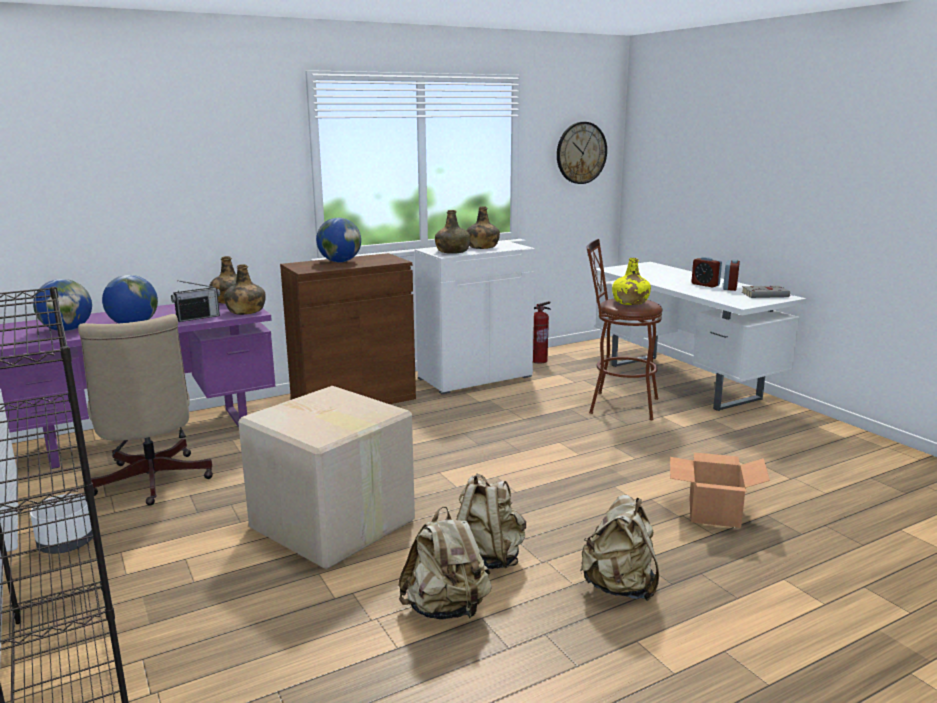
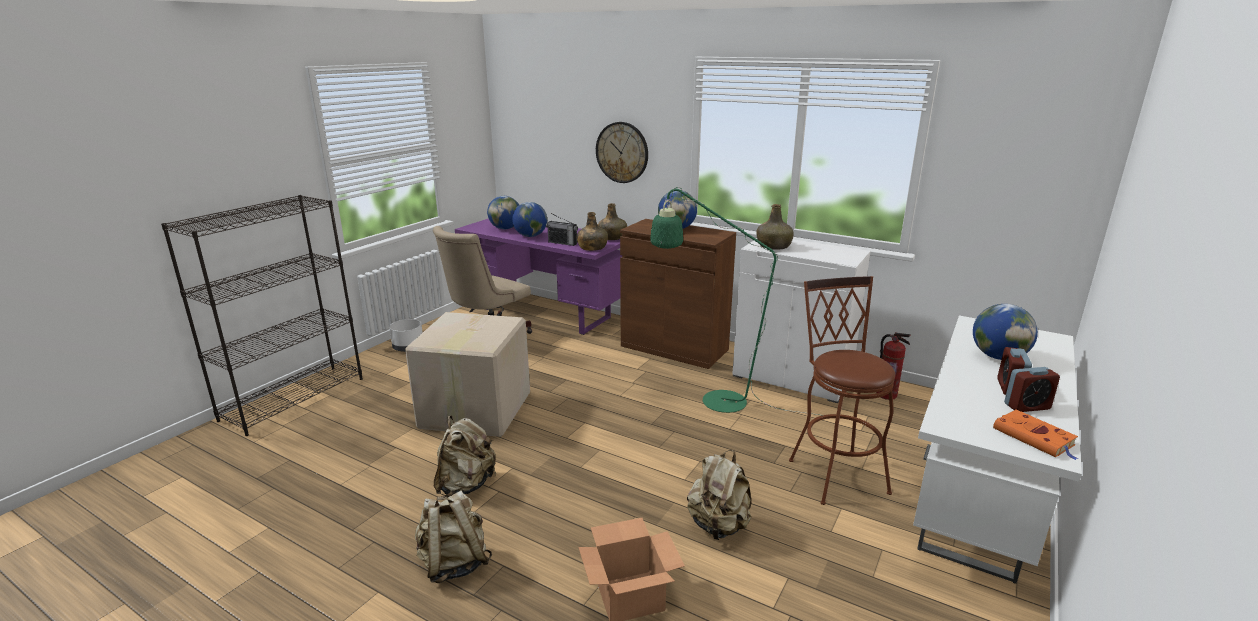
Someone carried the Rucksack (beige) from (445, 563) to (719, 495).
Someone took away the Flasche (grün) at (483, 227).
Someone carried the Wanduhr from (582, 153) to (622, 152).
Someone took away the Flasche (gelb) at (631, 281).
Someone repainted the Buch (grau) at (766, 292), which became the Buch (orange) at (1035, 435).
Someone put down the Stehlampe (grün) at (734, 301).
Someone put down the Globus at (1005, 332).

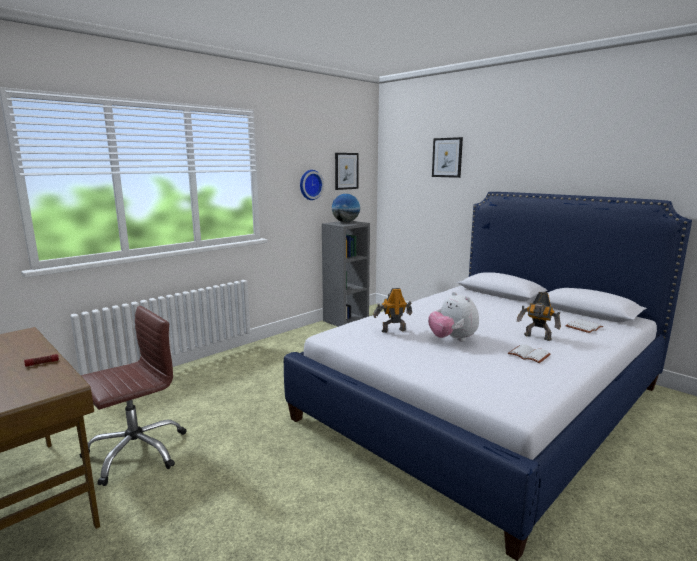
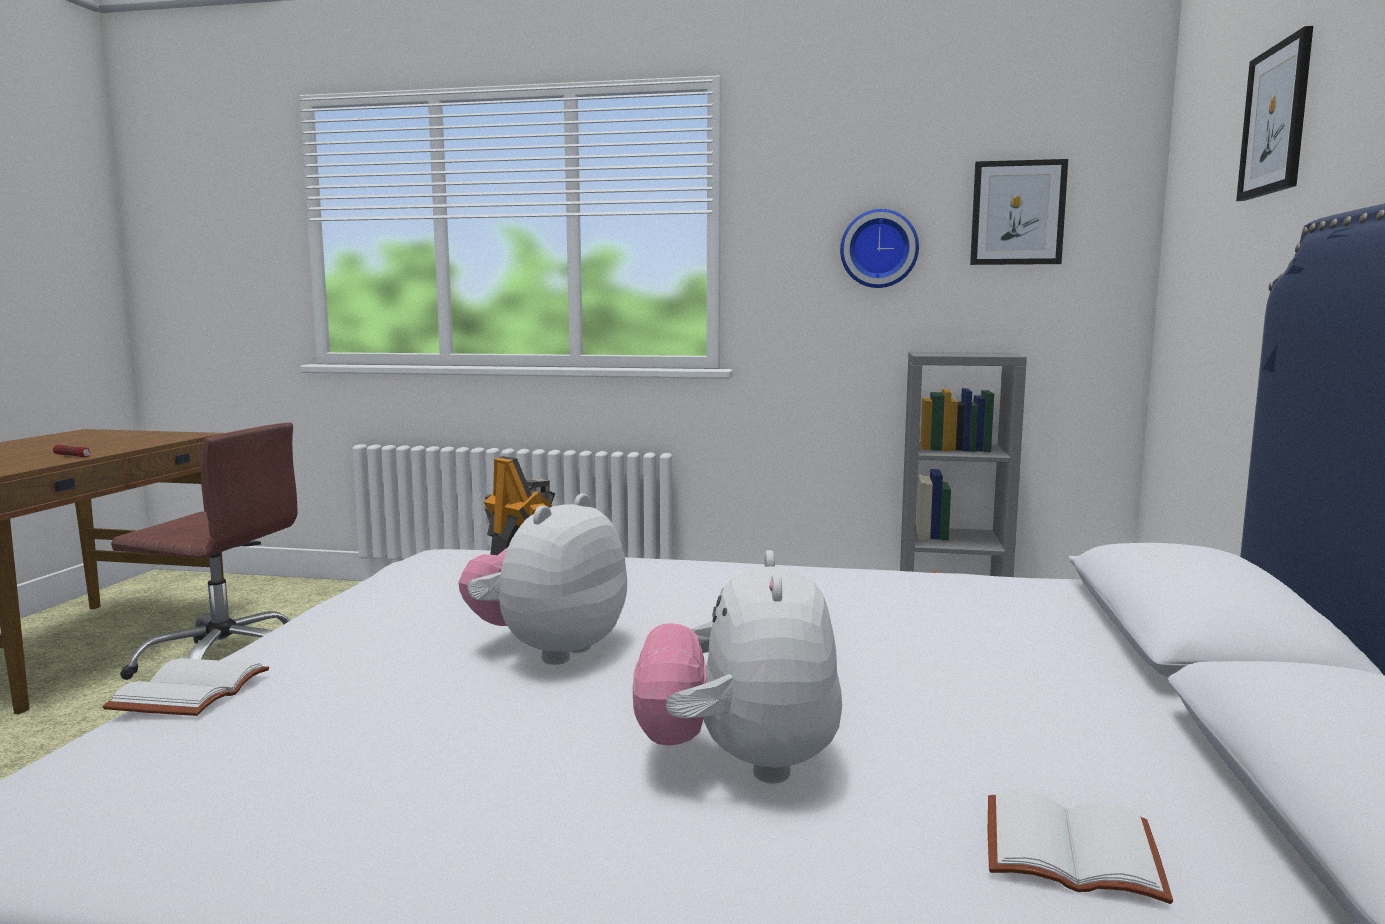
Someone took away the Globus at (346, 208).
Someone carried the Buch (weiß) from (529, 353) to (186, 687).
Someone swapped the Spielzeugroboter at (539, 316) for the Plüschtier at (737, 667).

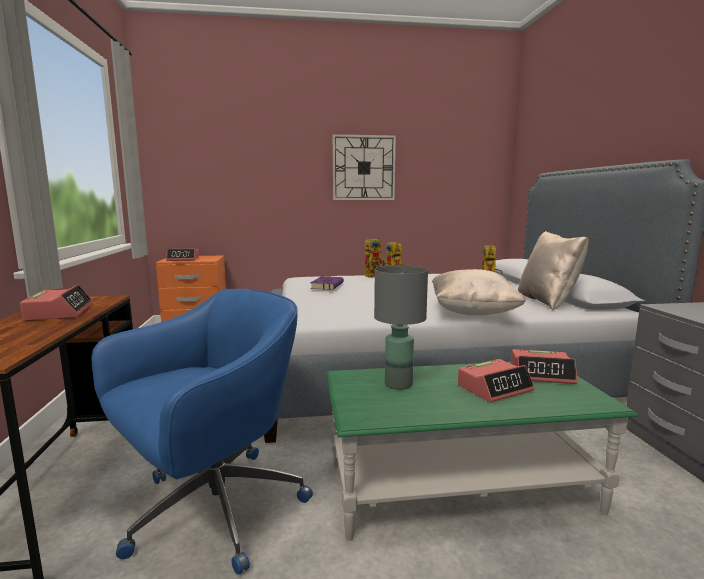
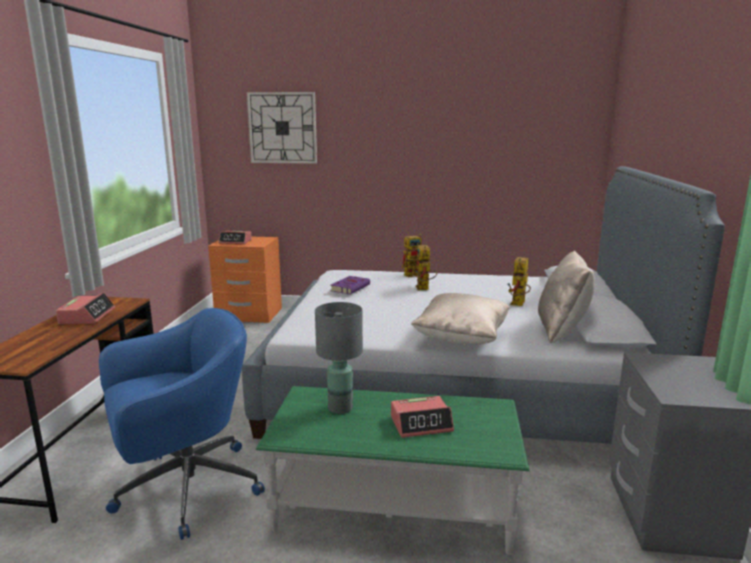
Someone carried the Wanduhr from (364, 167) to (282, 128).
Someone took away the Wecker at (544, 366).

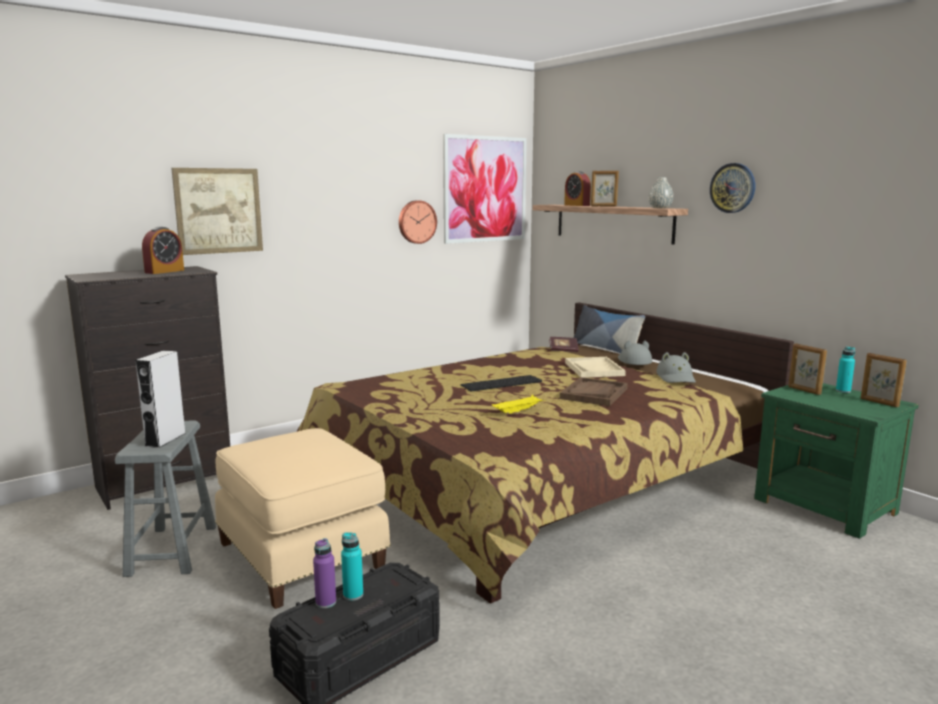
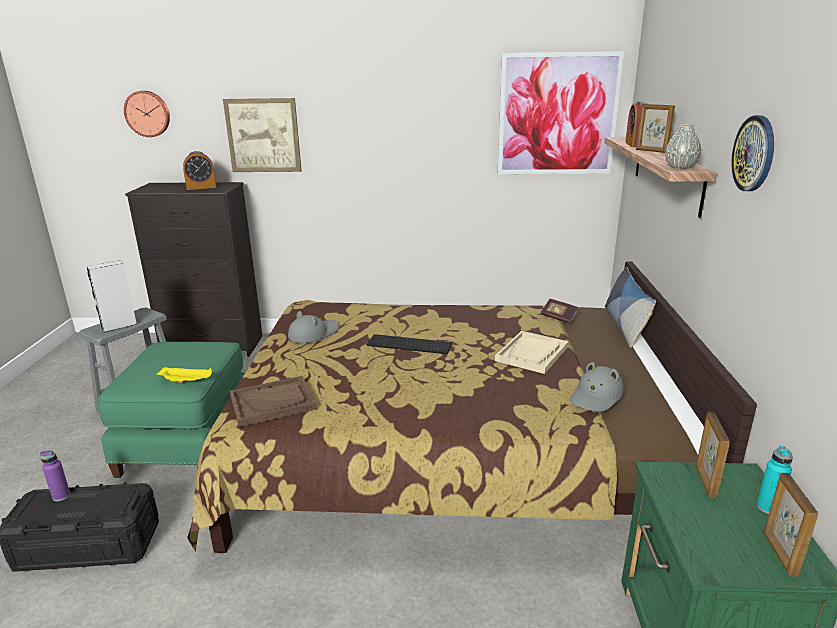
Someone repainted the Polsterhocker (beige) at (303, 518), which became the Polsterhocker (grün) at (171, 410).
Someone took away the Flasche (türkis) at (352, 566).
Someone carried the Wanduhr from (418, 222) to (147, 114).
Someone carried the Tablett (gelb) from (519, 404) to (184, 375).
Someone carried the Tablett (braun) from (594, 391) to (273, 401).
Someone carried the Hut (grau) from (635, 352) to (313, 327).

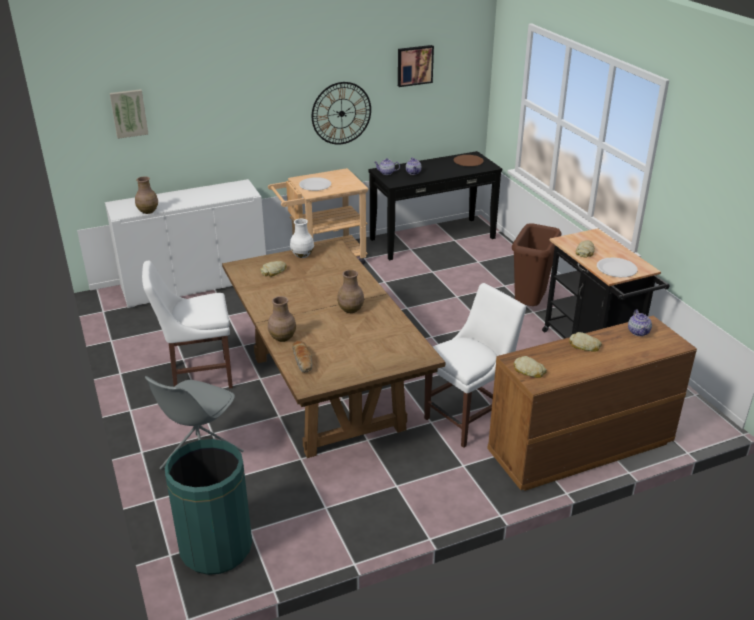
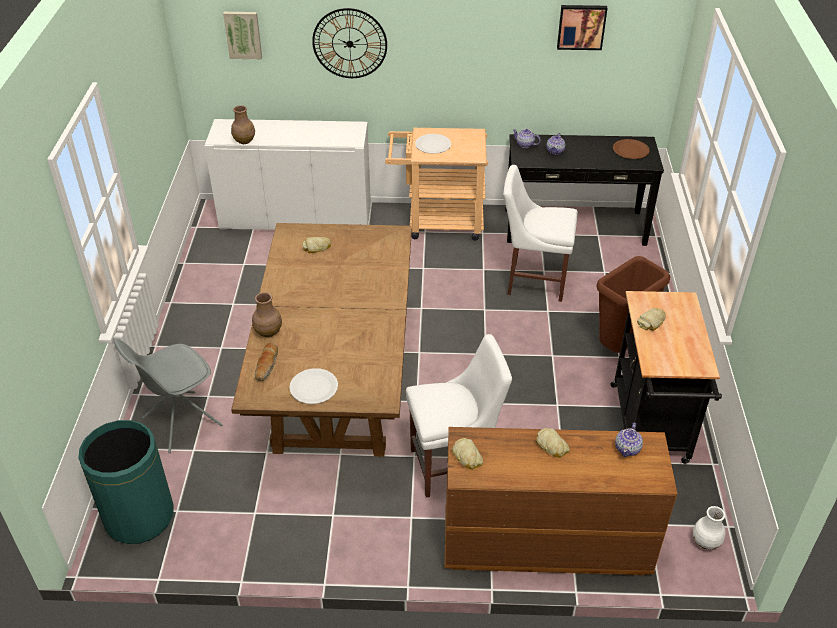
Someone carried the Stuhl (weiß) from (187, 325) to (540, 233).
Someone carried the Vase (weiß) from (302, 238) to (709, 528).
Someone carried the Wanduhr from (341, 113) to (349, 43).
Someone took away the Vase (braun) at (350, 291).
Someone carried the Teller (weiß) from (617, 267) to (313, 386).

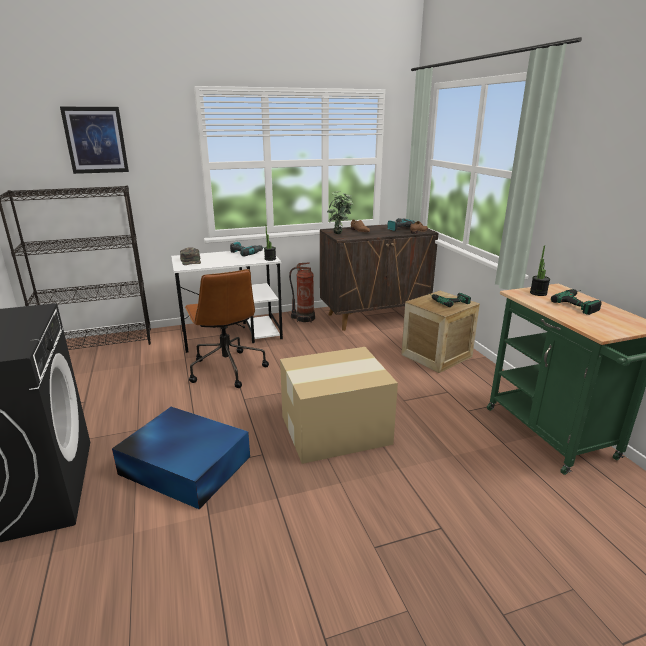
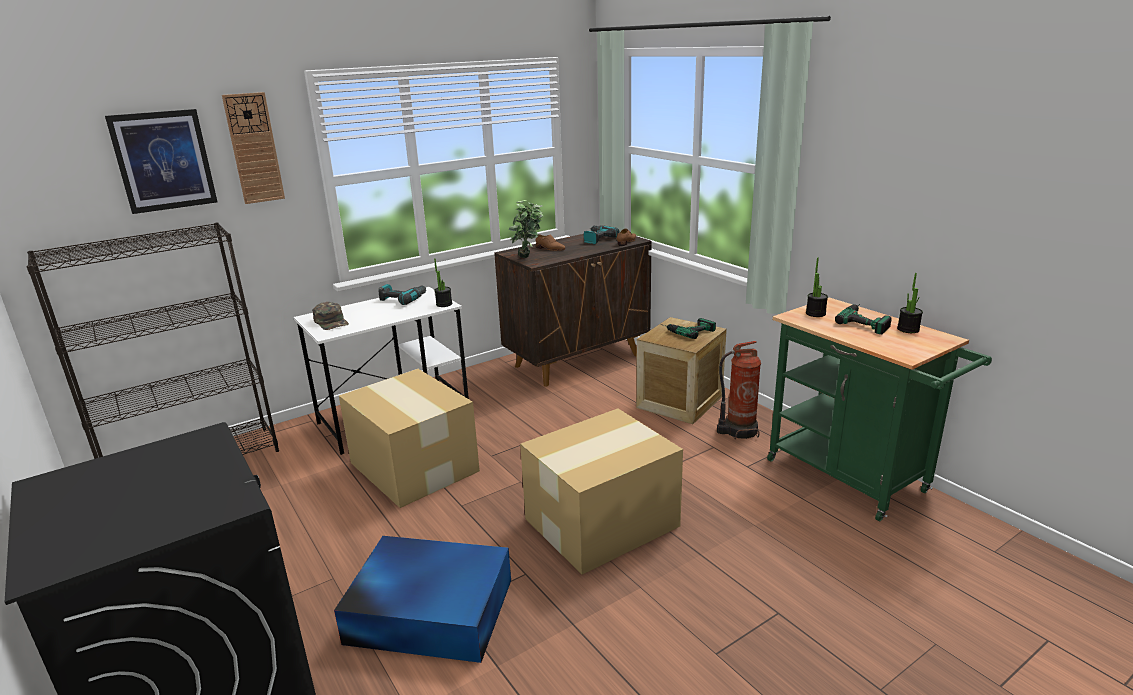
Someone swapped the Bürostuhl (braun) at (227, 328) for the Karton at (409, 438).
Someone carried the Feuerlöscher from (302, 292) to (739, 390).
Someone put up the Wanduhr at (253, 148).
Someone put down the Topfpflanze at (910, 303).

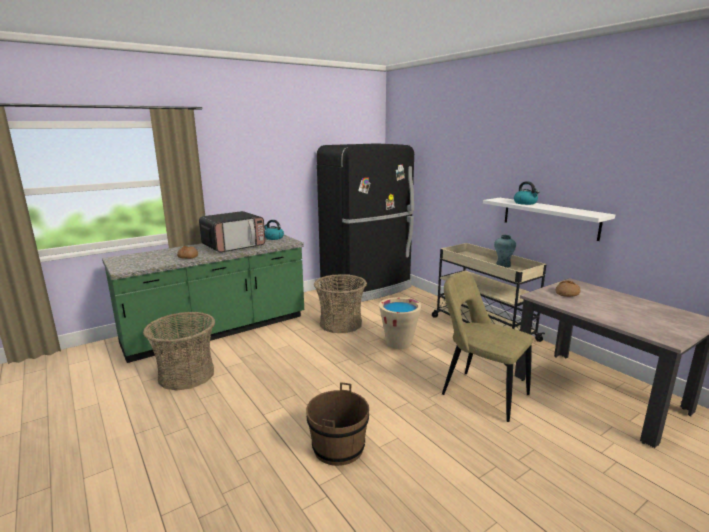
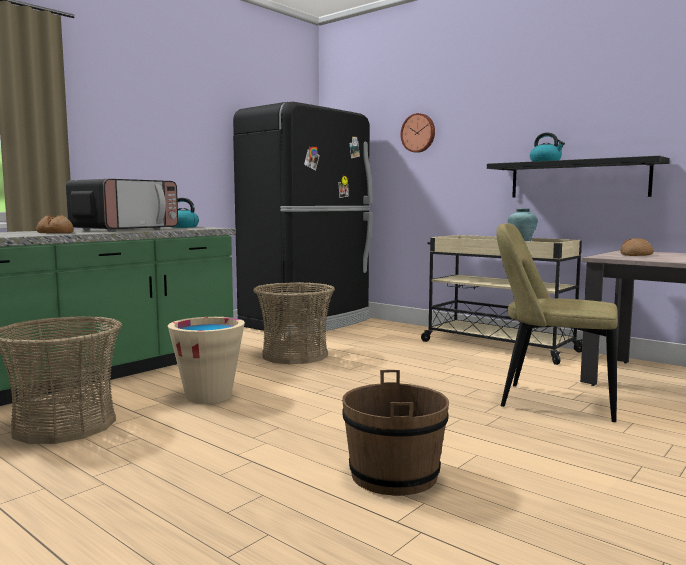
Someone carried the Eimer (beige) from (400, 323) to (206, 360).
Someone repainted the Wandregal (weiß) at (549, 219), which became the Wandregal (schwarz) at (578, 177).
Someone put up the Wanduhr at (417, 133).

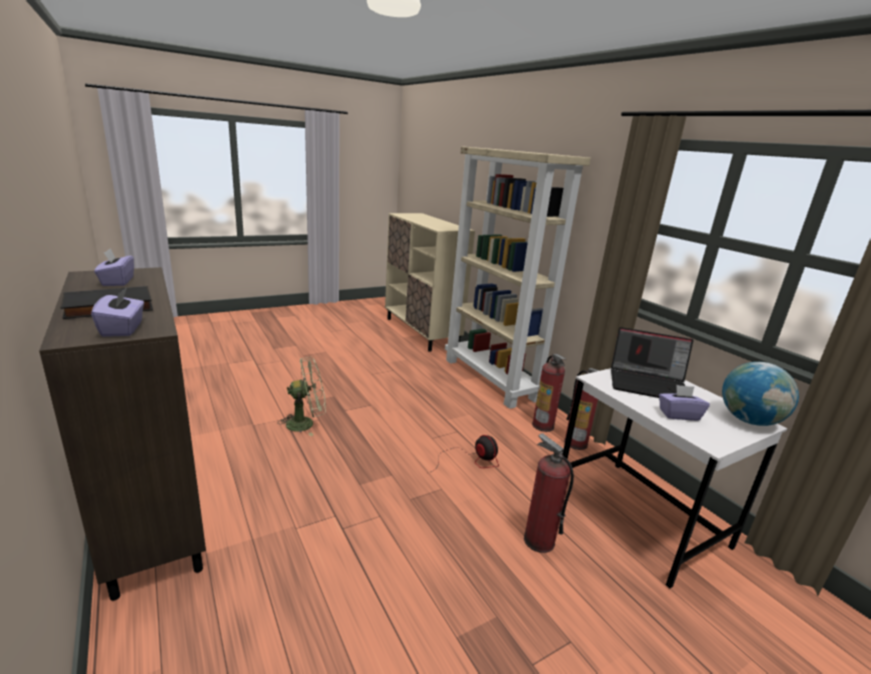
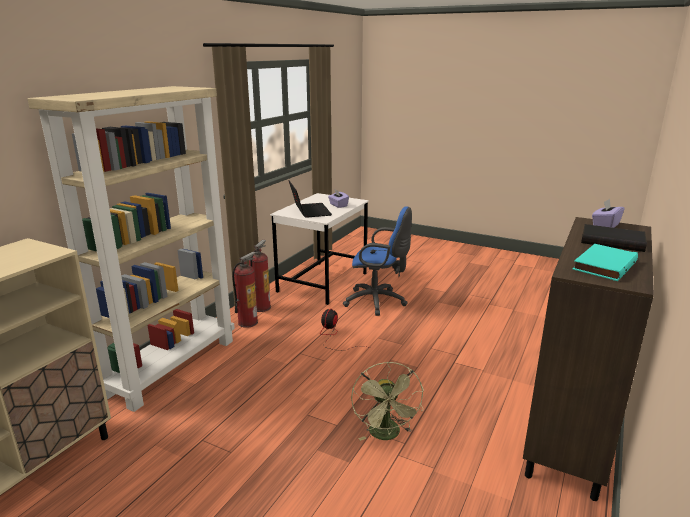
Someone swapped the Taschentuchbox (lila) at (114, 267) for the Buch (türkis) at (605, 262).
Someone rotated the Ventilator (grün) at (301, 396) by 135 degrees counterclockwise.
Someone swapped the Feuerlöscher at (549, 493) for the Bürostuhl (blau) at (377, 261).
Someone took away the Globus at (760, 394).

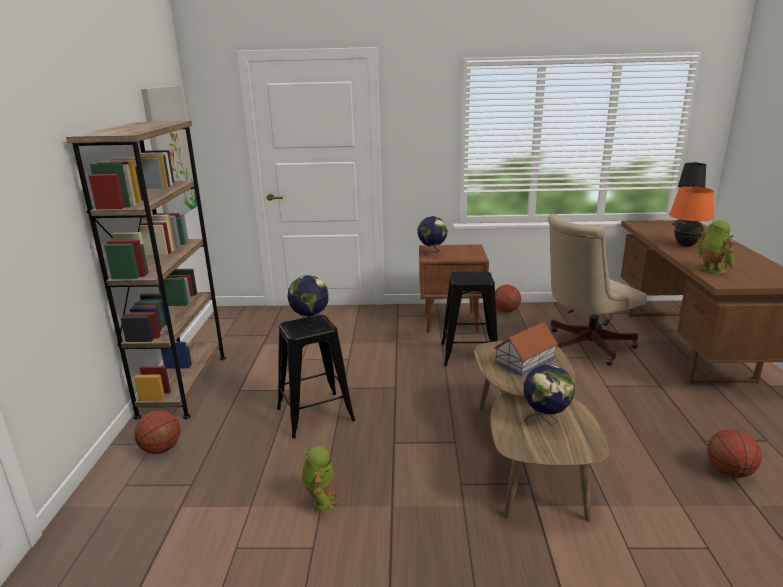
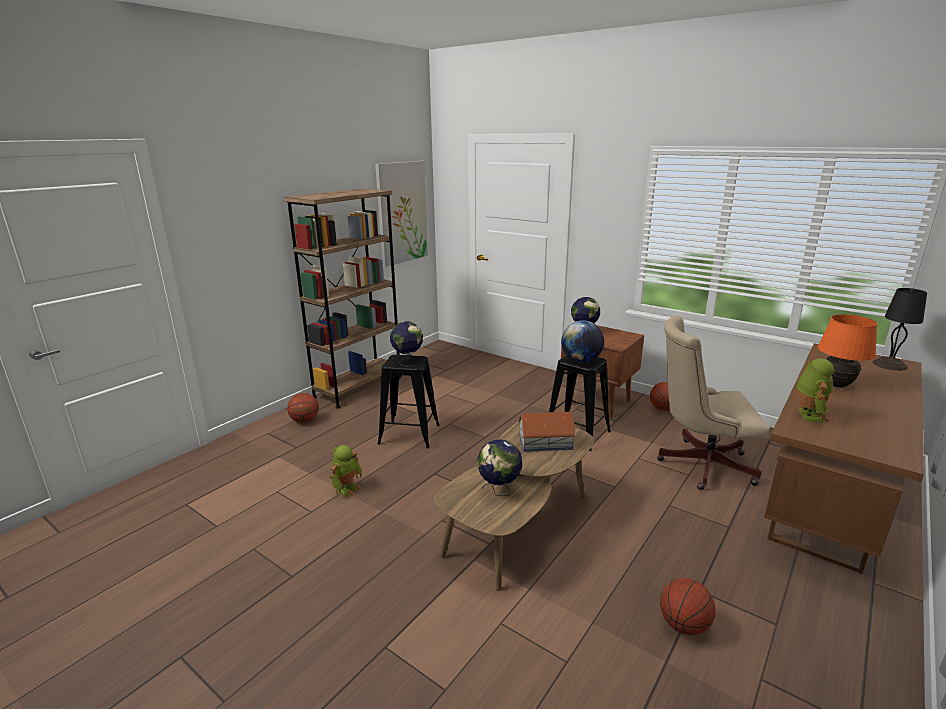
Someone put down the Globus at (582, 341).

